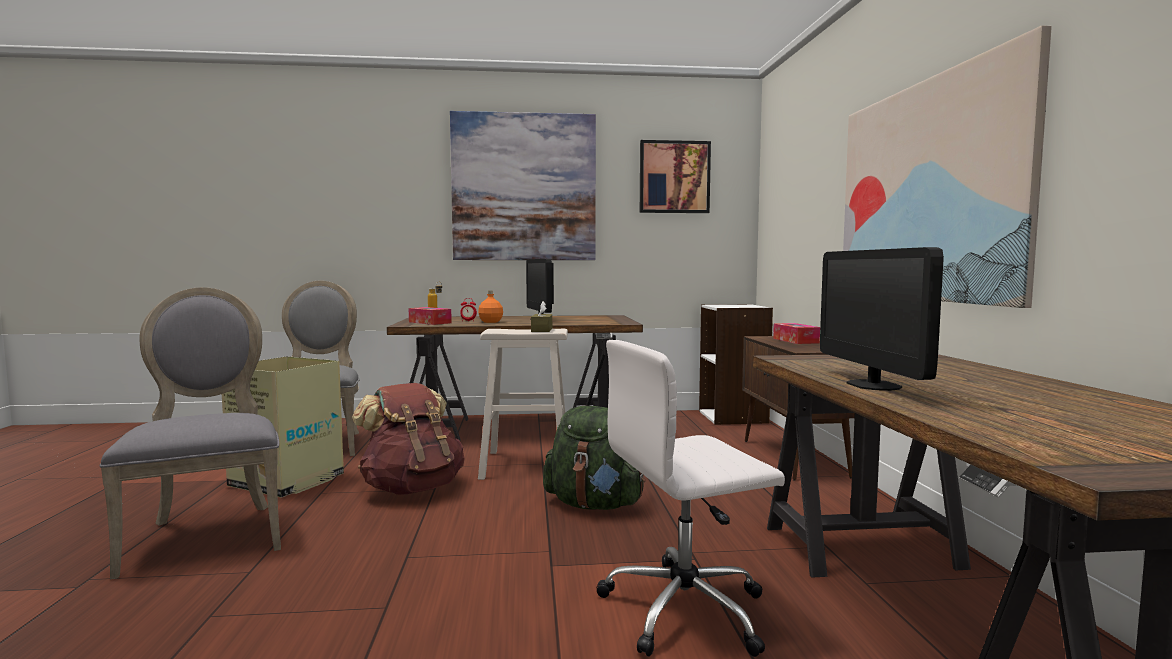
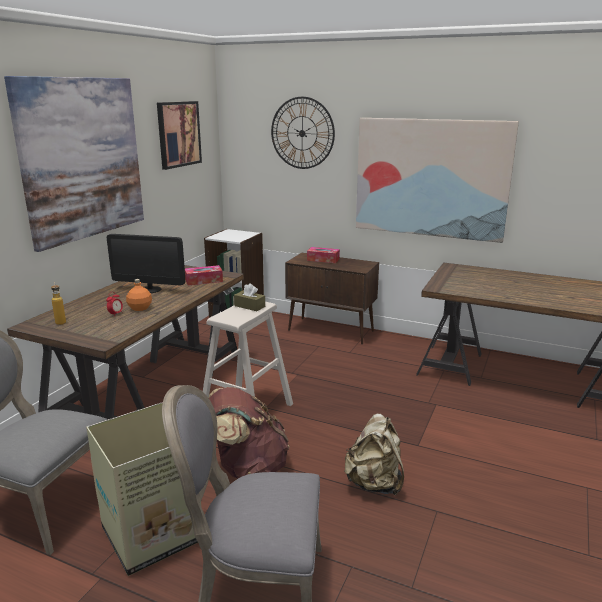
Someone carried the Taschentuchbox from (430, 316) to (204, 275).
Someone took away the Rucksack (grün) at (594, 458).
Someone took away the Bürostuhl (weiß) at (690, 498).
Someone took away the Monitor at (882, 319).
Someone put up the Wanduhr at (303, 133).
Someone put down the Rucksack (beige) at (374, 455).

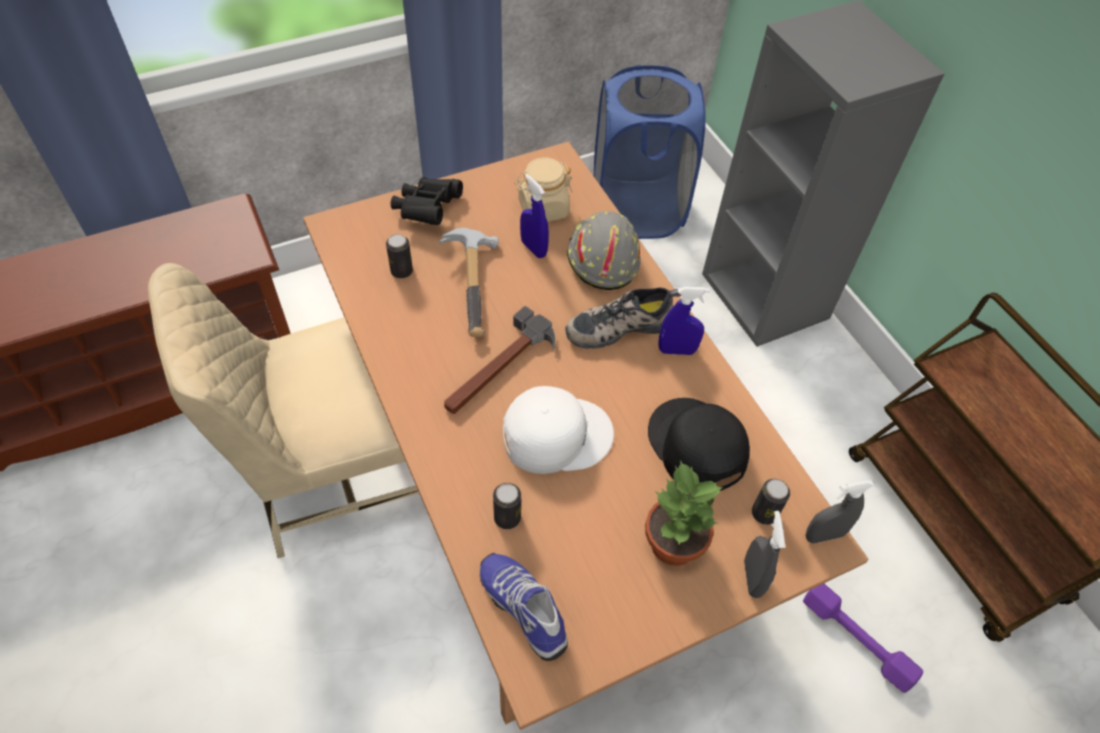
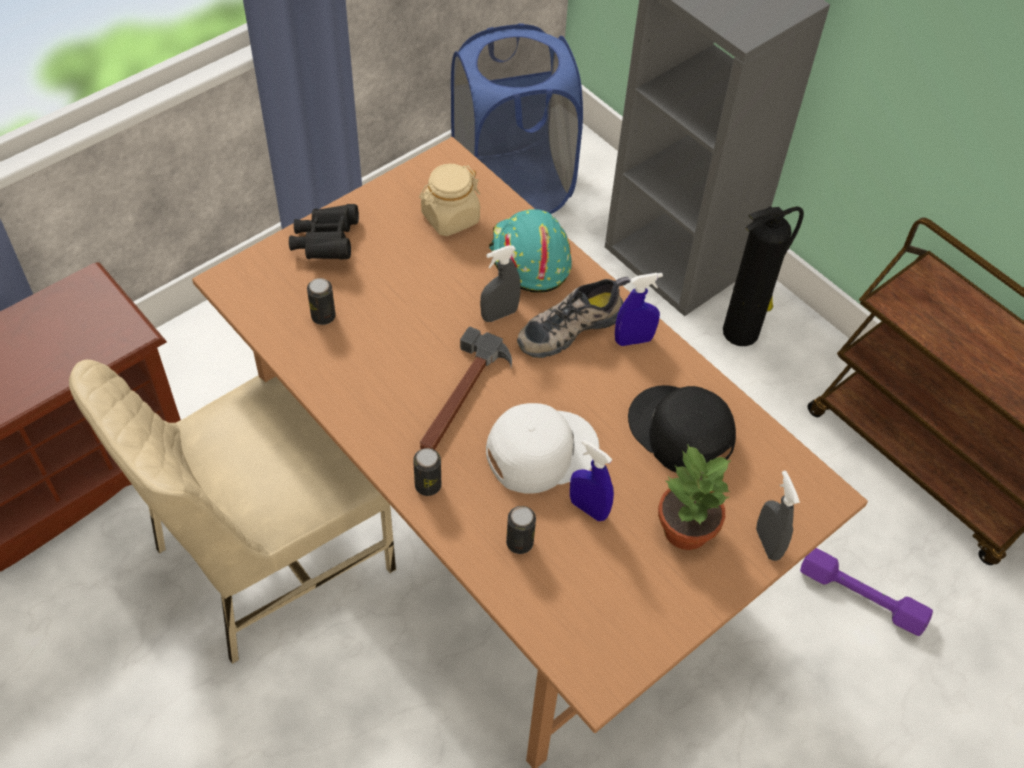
Someone took away the Hammer at (468, 282).
Someone took away the Schuh at (524, 607).
Someone carried the Sprühflasche (blau) from (534, 216) to (592, 480).
Someone repainted the Schutzhelm (grau) at (604, 250), which became the Schutzhelm (türkis) at (530, 251).
Someone carried the Dose from (771, 502) to (427, 472).
Someone carried the Sprühflasche (grau) from (839, 511) to (500, 283).
Someone put down the Feuerlöscher at (763, 276).

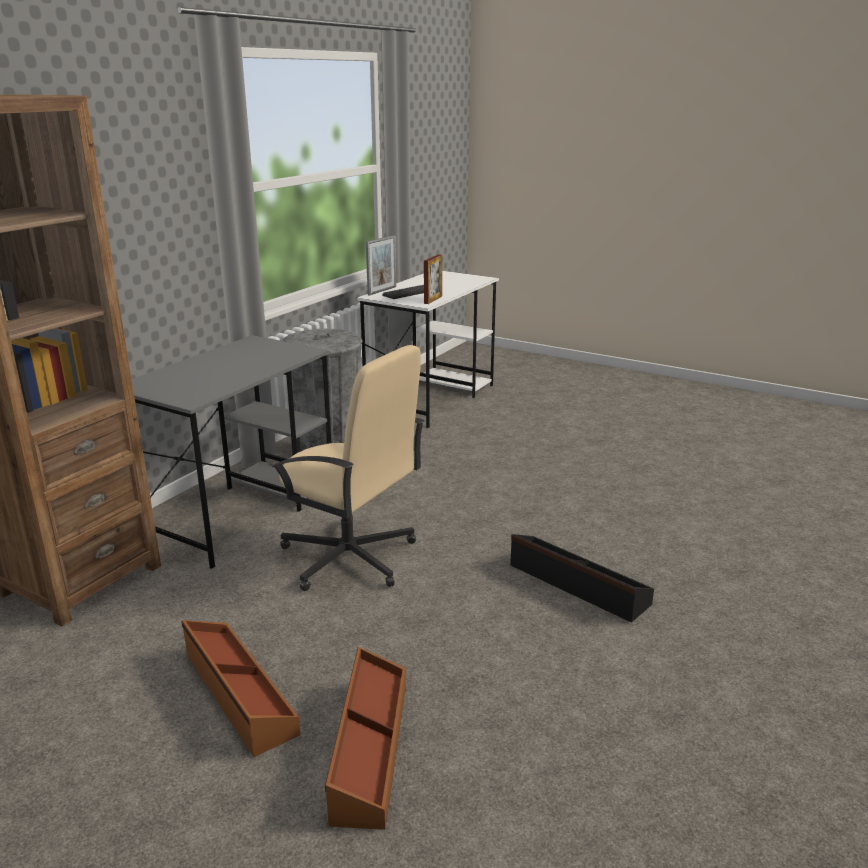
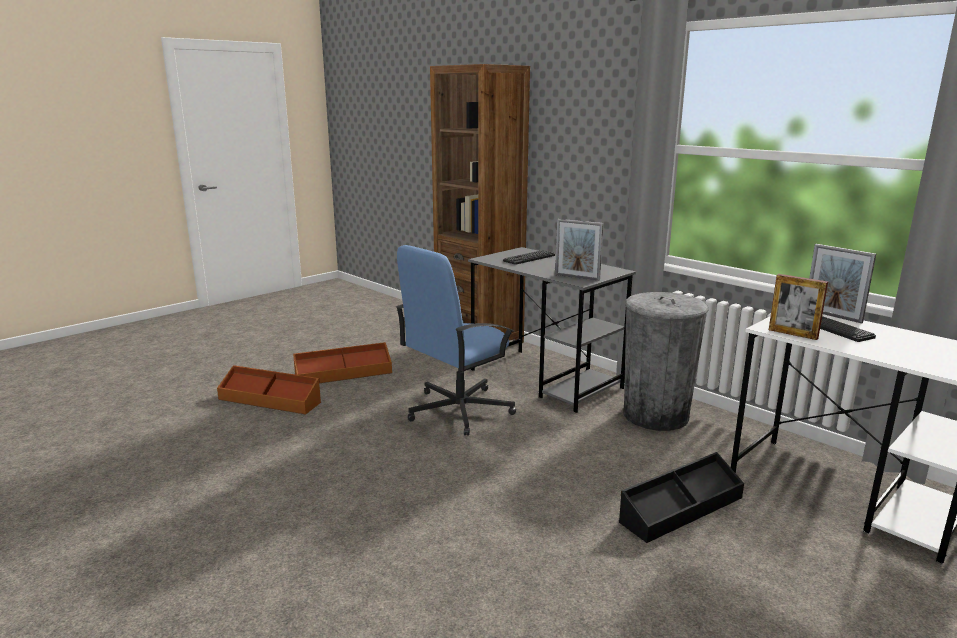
Someone repainted the Bürostuhl (beige) at (348, 468), which became the Bürostuhl (blau) at (456, 340).
Someone carried the Aufbewahrungsbox (schwarz) from (582, 578) to (681, 497).
Someone put down the Tastatur at (529, 257).
Someone put down the Bilderrahmen at (579, 250).

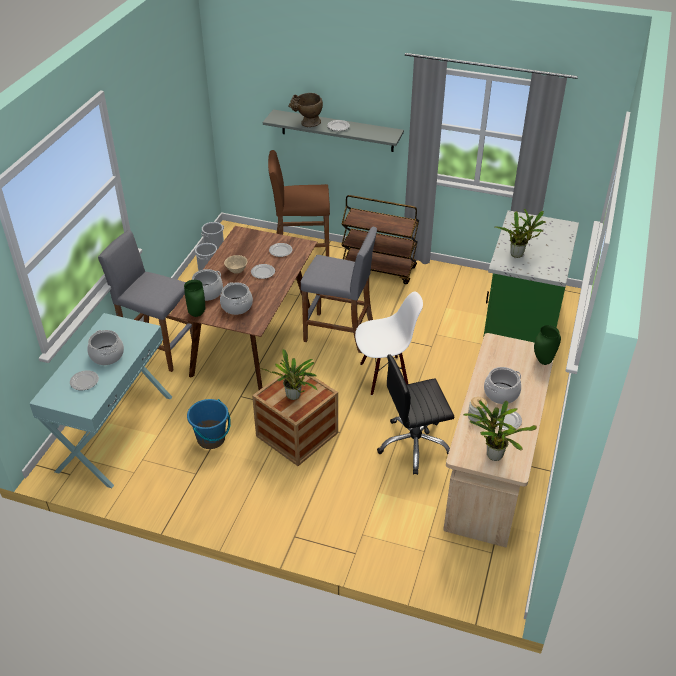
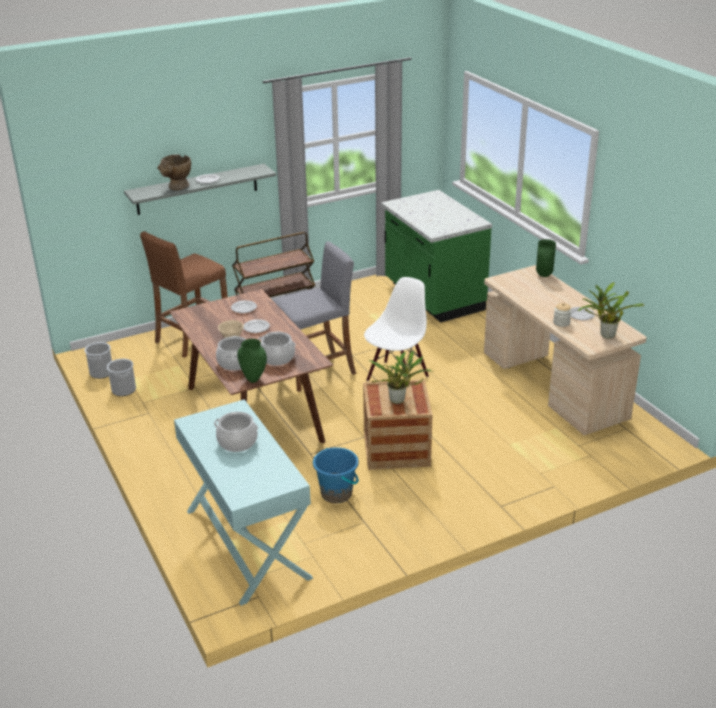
Someone took away the Teller at (84, 380).
Someone took away the Hocker (grau) at (146, 301).
Someone took away the Bürostuhl (schwarz) at (415, 414).
Someone took away the Kochtopf at (502, 385).
Someone took away the Topfpflanze at (520, 233).

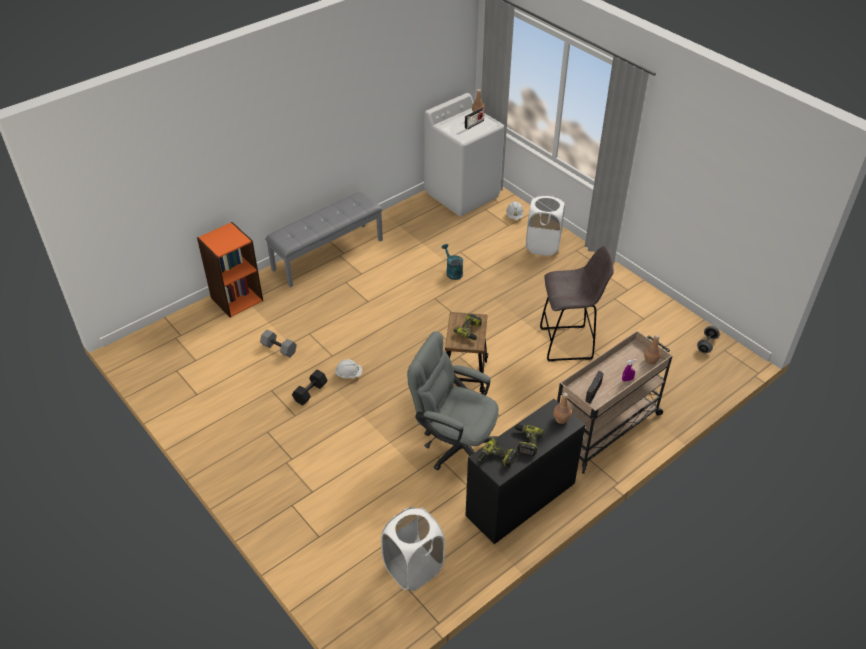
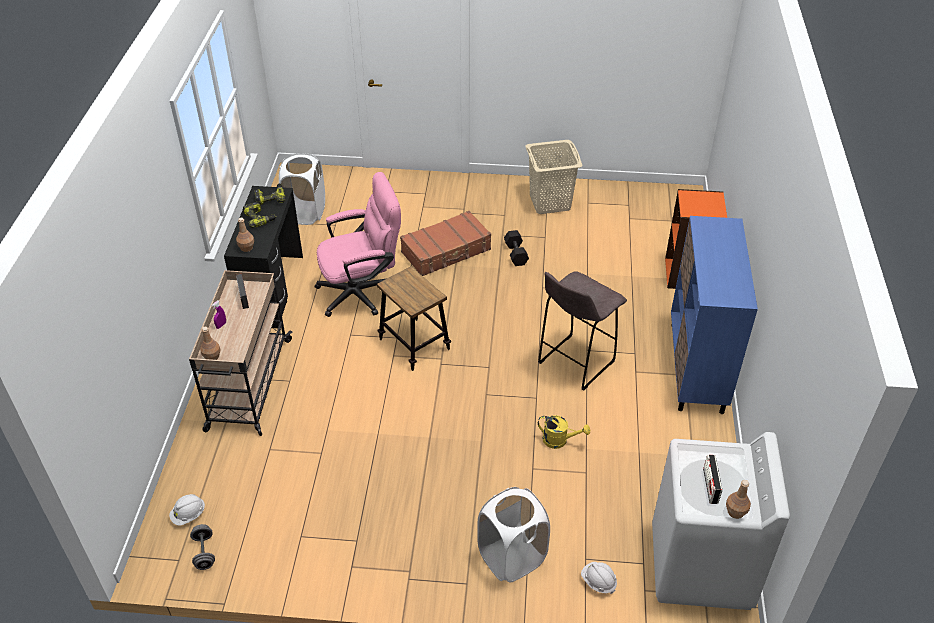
Someone took away the Hantel (grau) at (278, 344).
Someone swapped the Bank (grau) at (324, 239) for the Schrank (blau) at (714, 315).
Someone carried the Schutzhelm (weiß) from (348, 368) to (187, 510).
Someone repainted the Bürostuhl (grau) at (453, 401), which became the Bürostuhl (rosa) at (357, 244).
Someone repainted the Gießkanne (türkis) at (452, 262), which became the Gießkanne (gelb) at (564, 432).
Someone took away the Bohrmaschine at (468, 327).
Someone carried the Hocker (grau) from (577, 304) to (582, 331).
Someone put down the Koffer (braun) at (445, 243).
Someone put down the Wäschekorb (beige) at (553, 177).

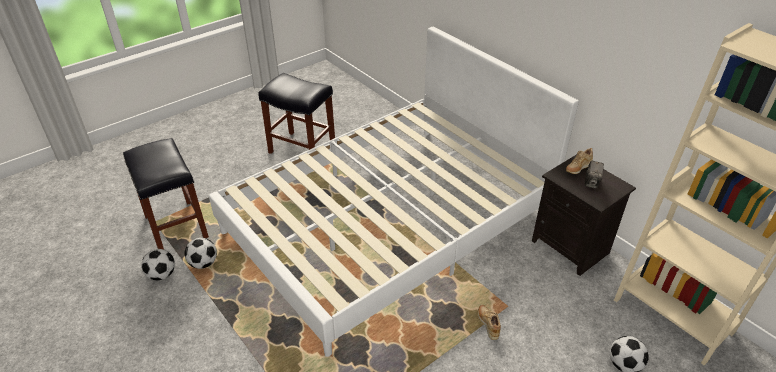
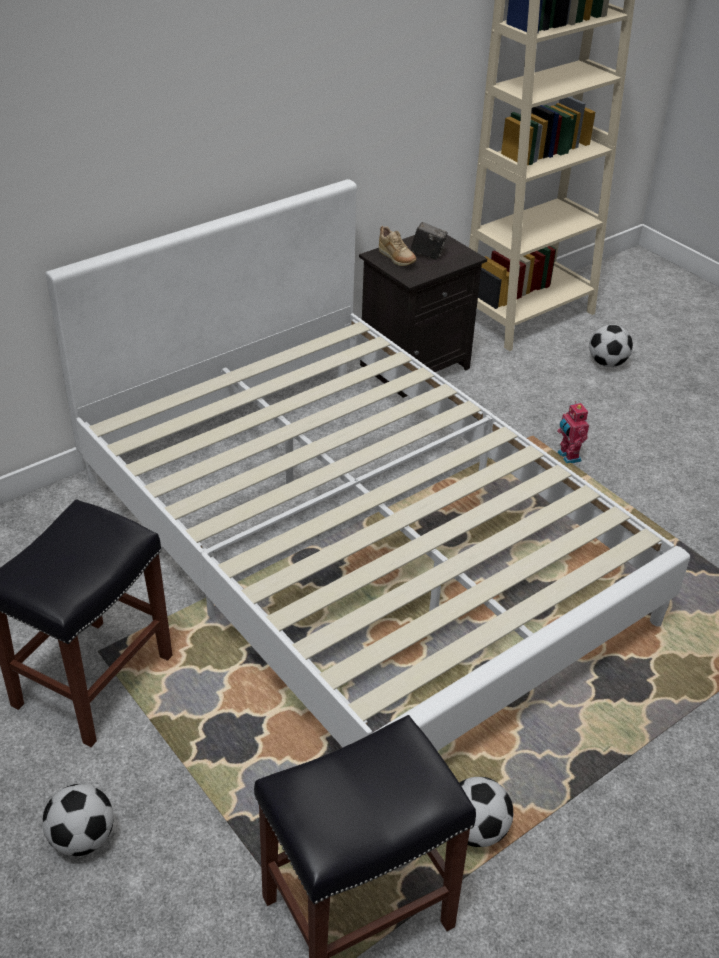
Someone carried the Fußball from (158, 265) to (78, 820).
Someone swapped the Schuh (beige) at (489, 322) for the Spielzeugroboter at (573, 432).

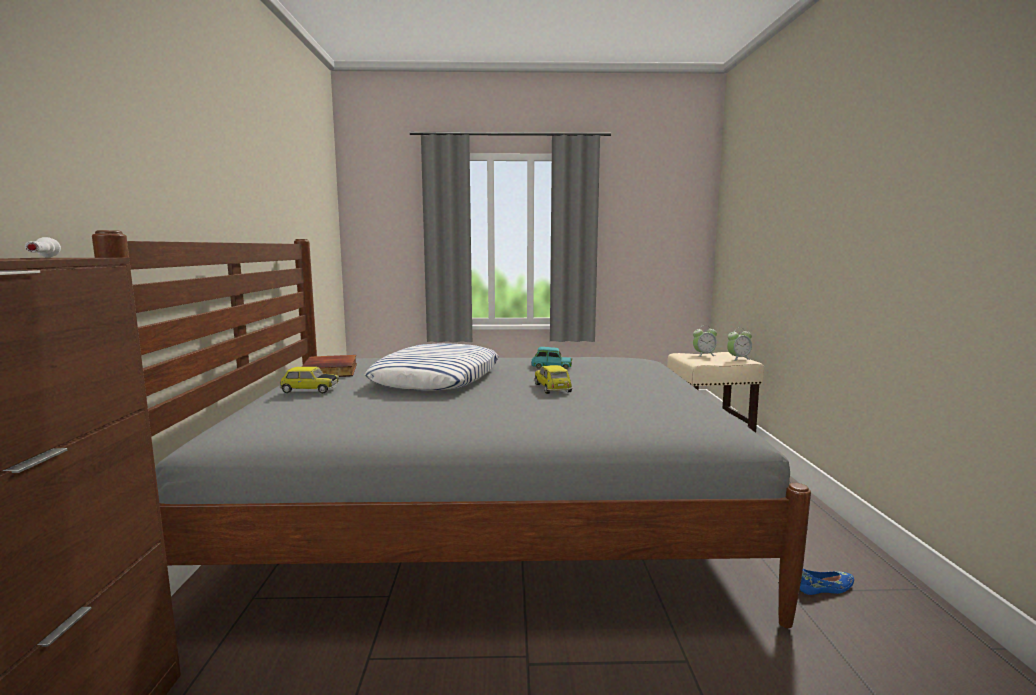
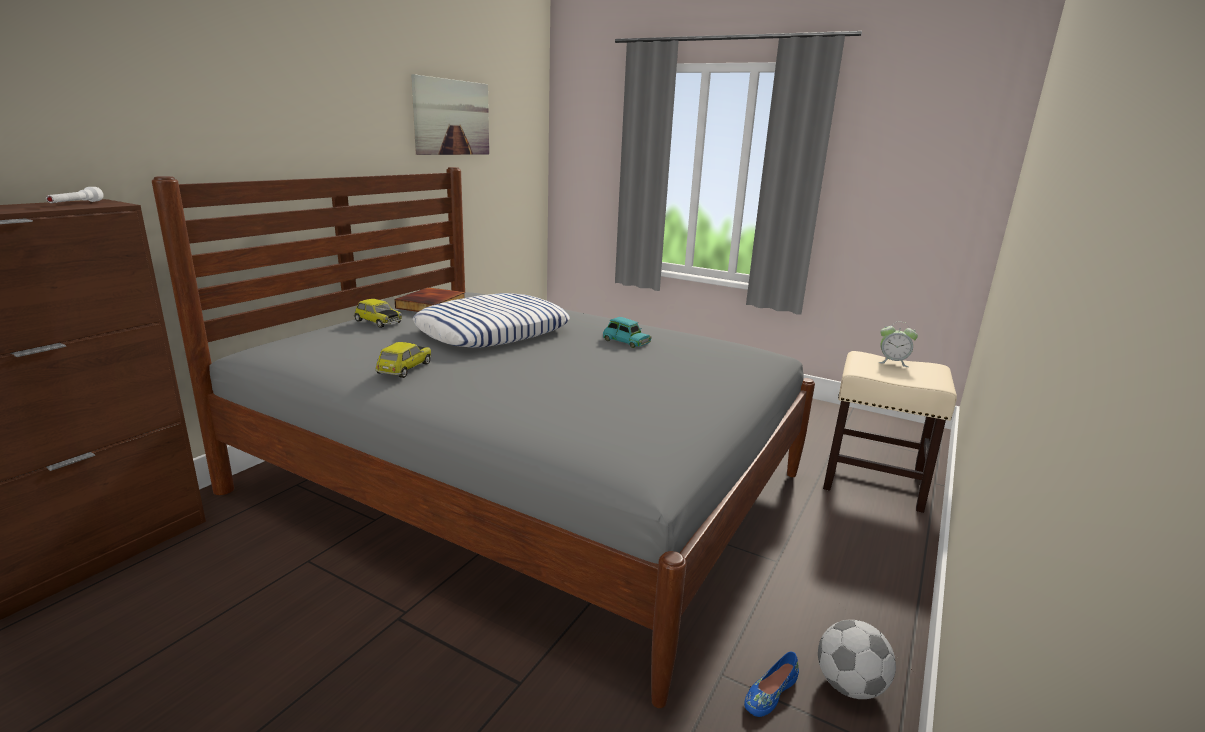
Someone carried the Spielzeugauto from (553, 379) to (403, 360).
Someone took away the Wecker at (739, 344).
Someone rotated the Schuh (blau) at (827, 582) by 120 degrees clockwise.
Someone put up the Bild at (450, 114).
Someone put down the Fußball at (857, 659).

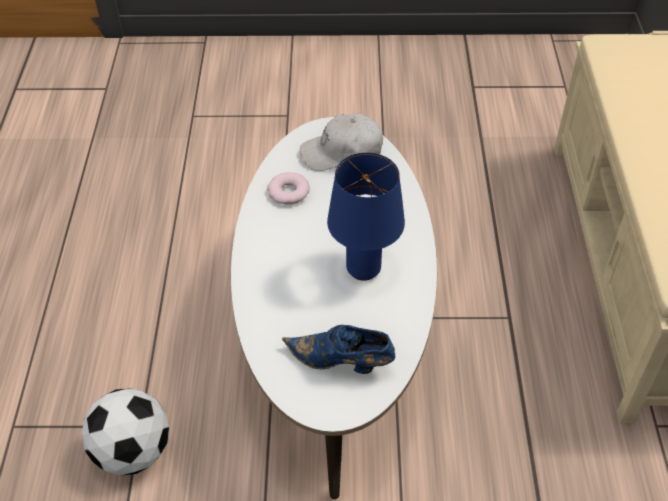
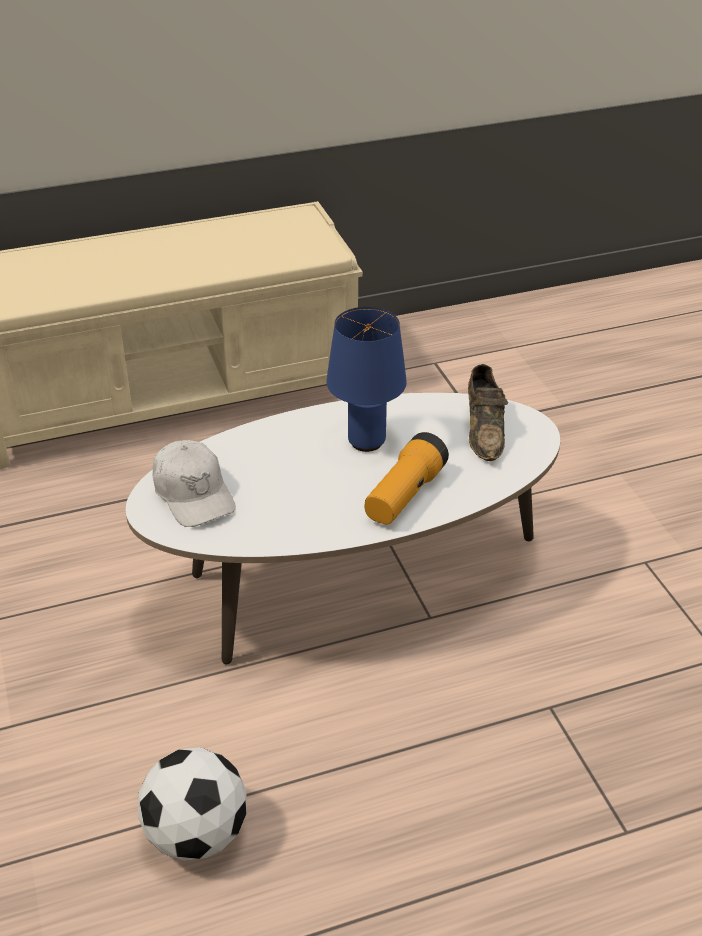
Someone carried the Fußball from (125, 432) to (192, 804).
Someone took away the Donut at (288, 188).
Someone repainted the Schuh (blau) at (338, 349), which became the Schuh (braun) at (488, 412).
Someone put down the Taschenlampe at (407, 478).

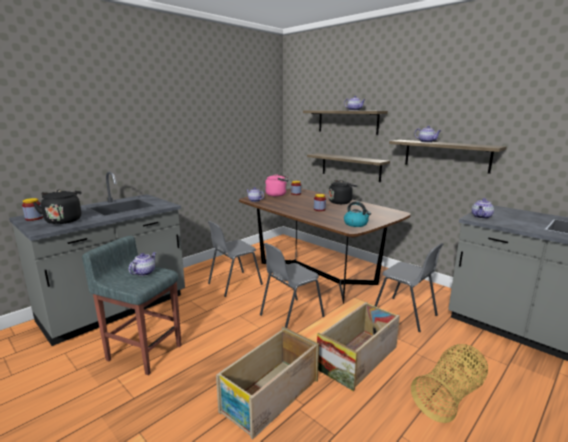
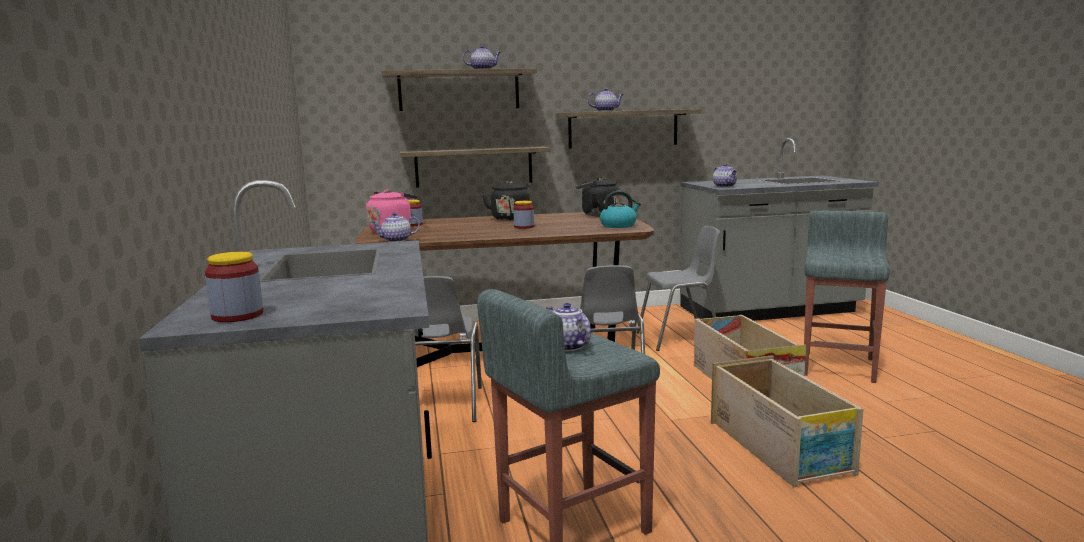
Someone carried the Wasserkessel (schwarz) from (57, 207) to (598, 196).
Someone swapped the Korb at (449, 383) for the Hocker (grau) at (847, 297).

